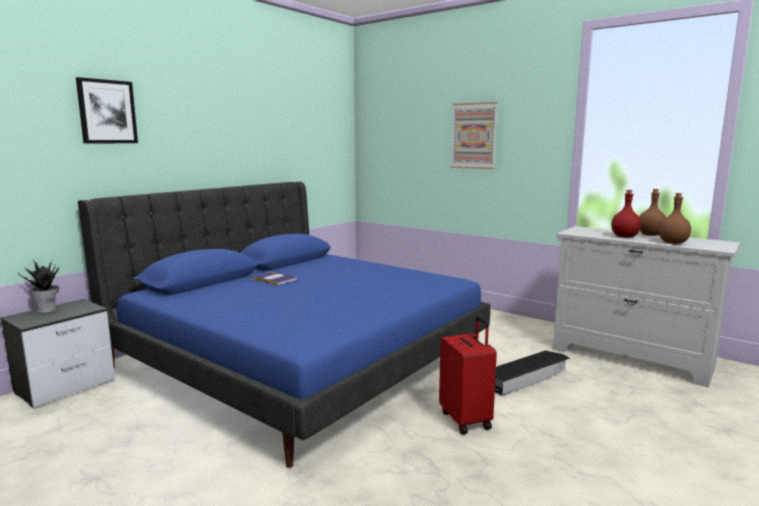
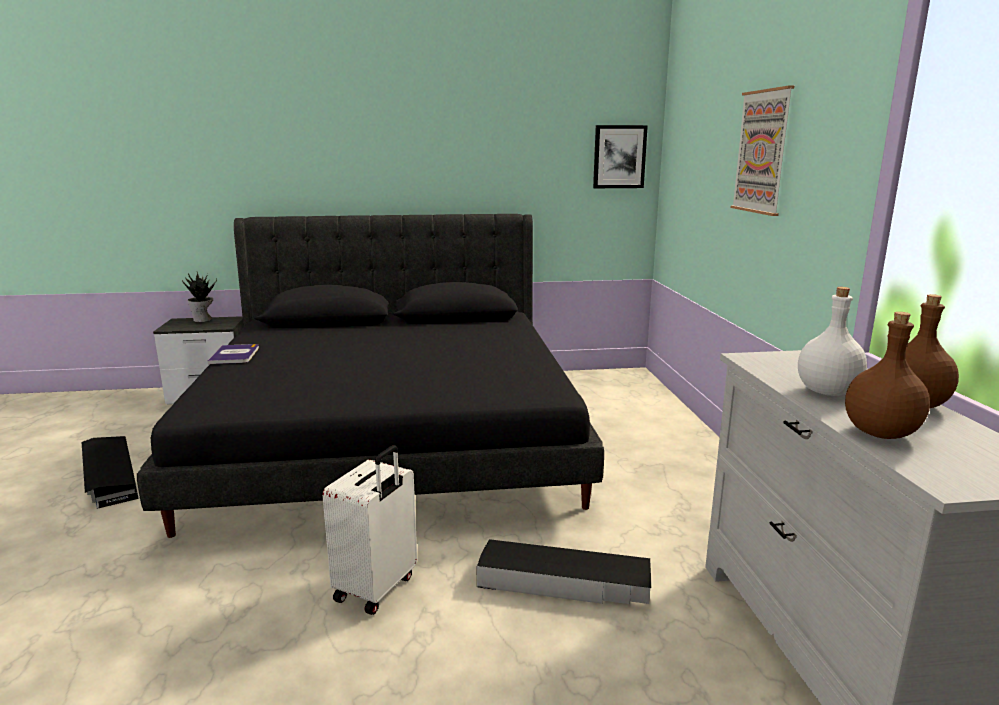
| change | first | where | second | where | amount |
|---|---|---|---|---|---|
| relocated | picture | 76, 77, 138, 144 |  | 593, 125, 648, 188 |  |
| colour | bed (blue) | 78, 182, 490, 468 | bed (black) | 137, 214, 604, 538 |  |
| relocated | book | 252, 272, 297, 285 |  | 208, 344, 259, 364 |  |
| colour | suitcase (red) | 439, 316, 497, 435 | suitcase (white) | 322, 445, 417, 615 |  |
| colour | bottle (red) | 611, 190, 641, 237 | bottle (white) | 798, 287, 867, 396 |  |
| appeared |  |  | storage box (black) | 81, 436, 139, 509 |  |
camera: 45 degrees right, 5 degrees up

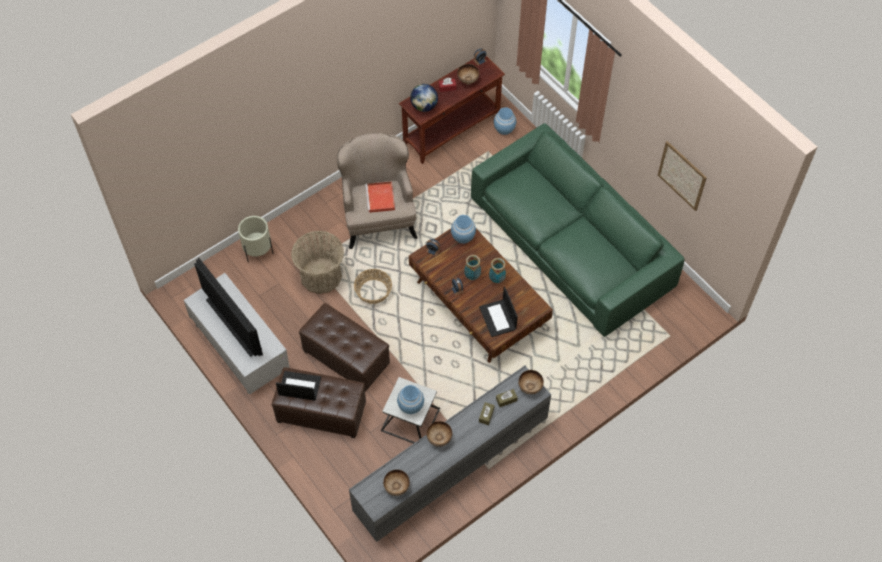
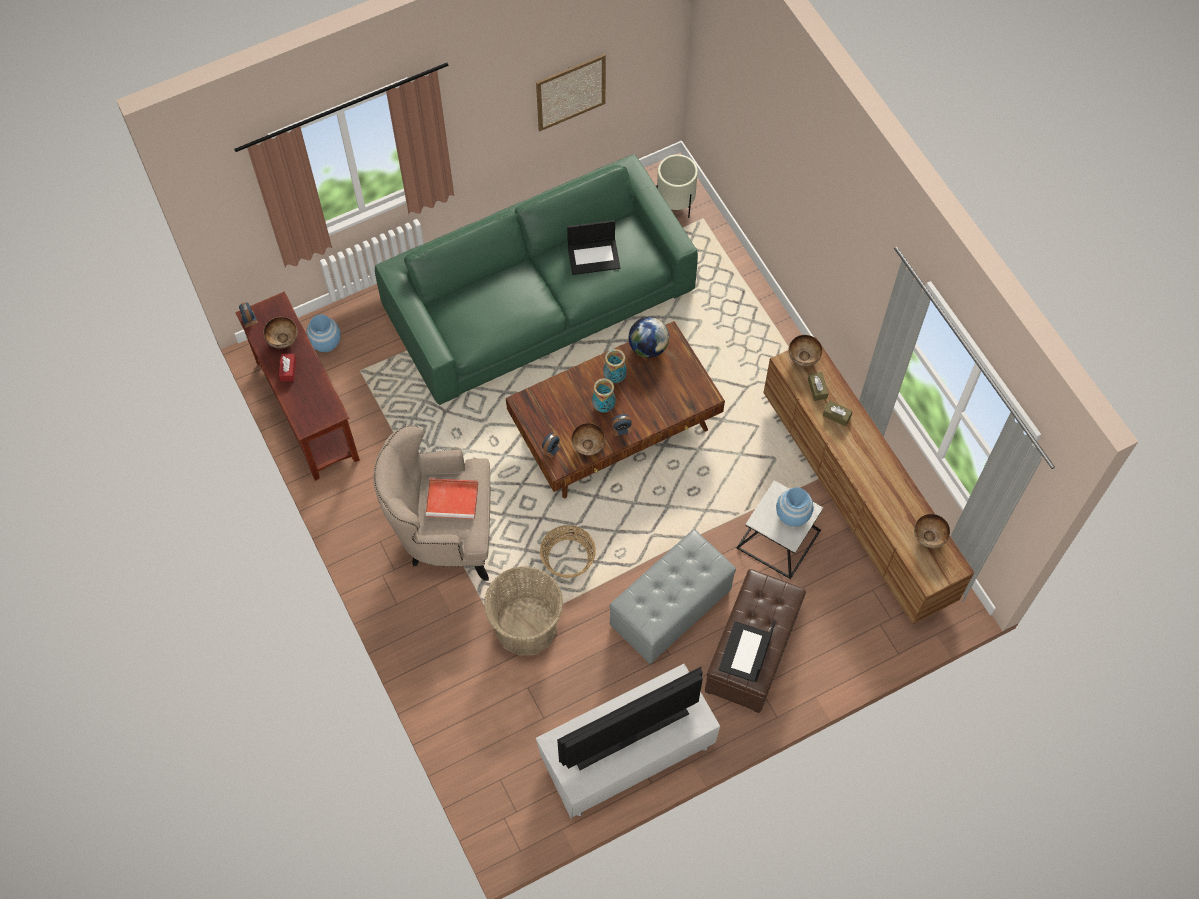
| change | first | where | second | where | amount |
|---|---|---|---|---|---|
| relocated | planter (beige) | 238, 216, 273, 262 |  | 656, 154, 698, 218 |  |
| colour | ottoman (brown) | 299, 303, 390, 392 | ottoman (grey) | 609, 529, 736, 665 |  |
| colour | cabinet (grey) | 349, 365, 551, 542 | cabinet (brown) | 764, 337, 975, 624 |  |
| relocated | globe | 410, 84, 438, 112 |  | 629, 317, 669, 358 |  |
| relocated | bowl | 426, 421, 452, 447 |  | 571, 423, 605, 455 |  |
| missing | vase (blue) | 451, 215, 476, 244 |  |  |  |
| relocated | laptop | 479, 287, 518, 337 |  | 567, 220, 620, 275 |  |
camera: 80 degrees left, 5 degrees up

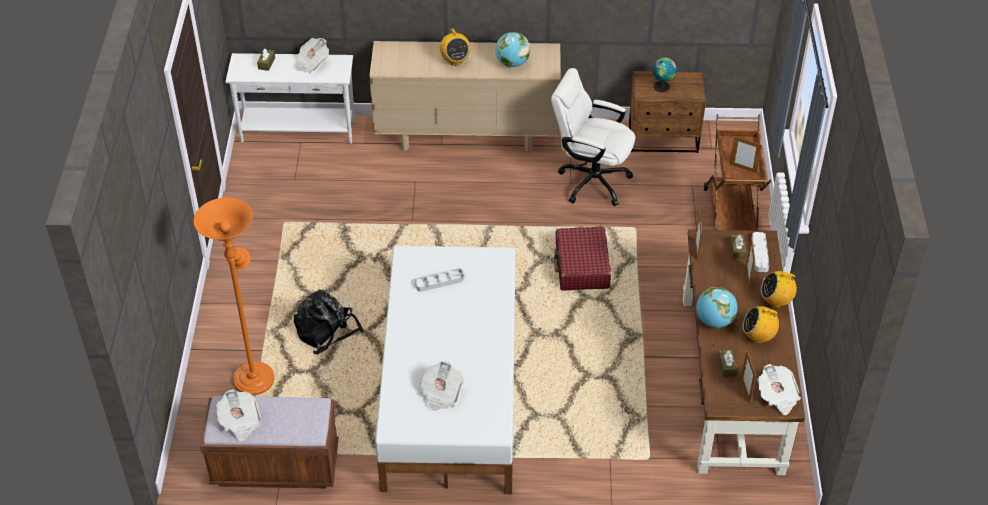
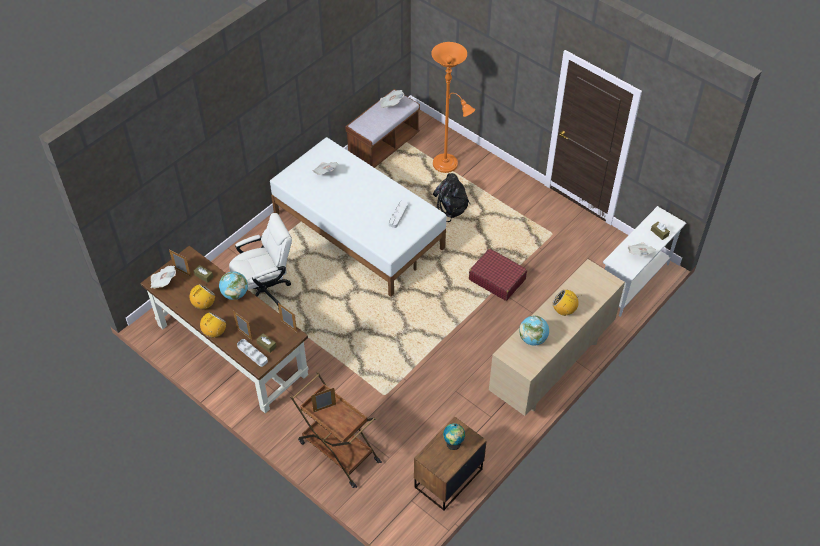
| change | first | where | second | where | amount |
|---|---|---|---|---|---|
| relocated | office chair (white) | 551, 68, 635, 206 |  | 229, 213, 292, 310 |  |
| relocated | suitcase (red) | 554, 227, 611, 291 |  | 469, 249, 527, 301 |  |
camera: 130 degrees right, 5 degrees up

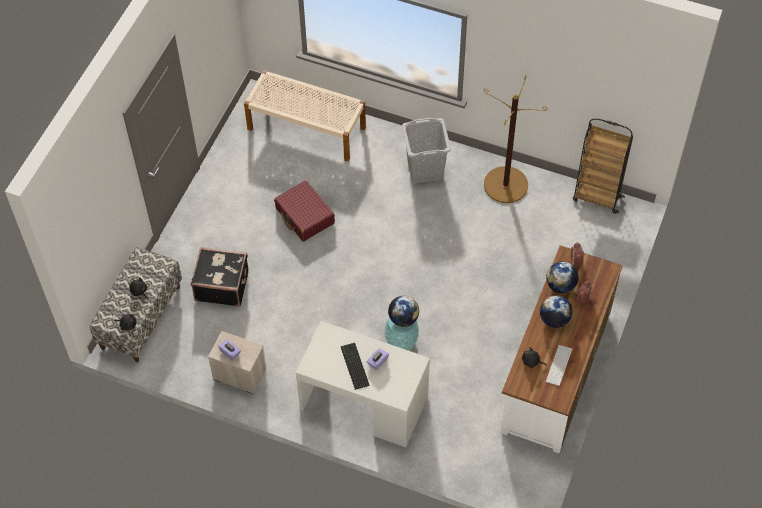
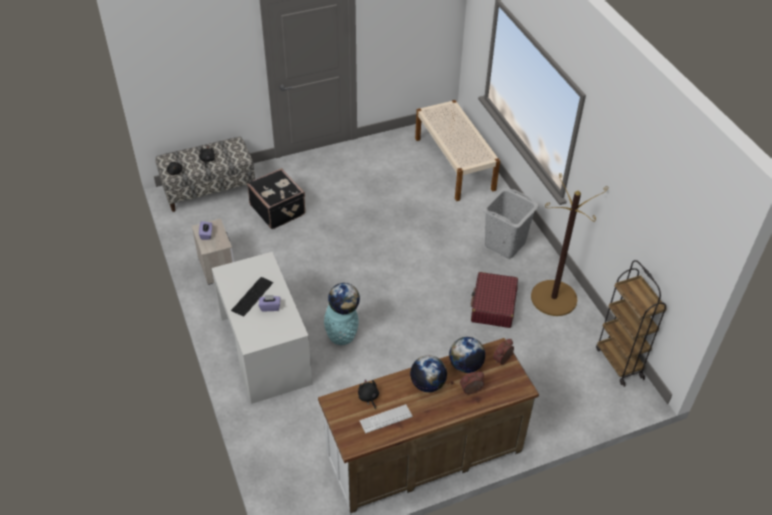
| change | first | where | second | where | amount |
|---|---|---|---|---|---|
| relocated | suitcase (red) | 274, 180, 335, 241 |  | 471, 272, 518, 328 |  |
camera: 45 degrees right, 10 degrees down

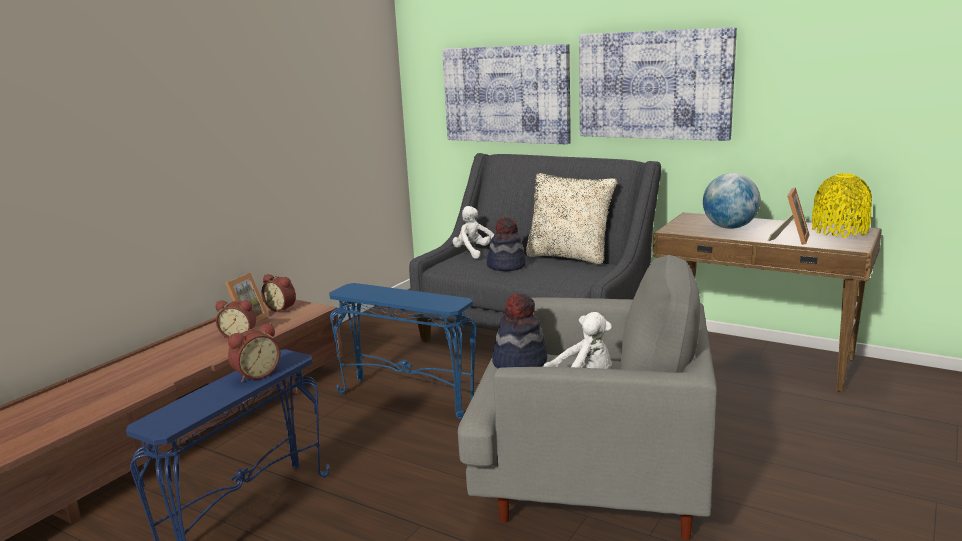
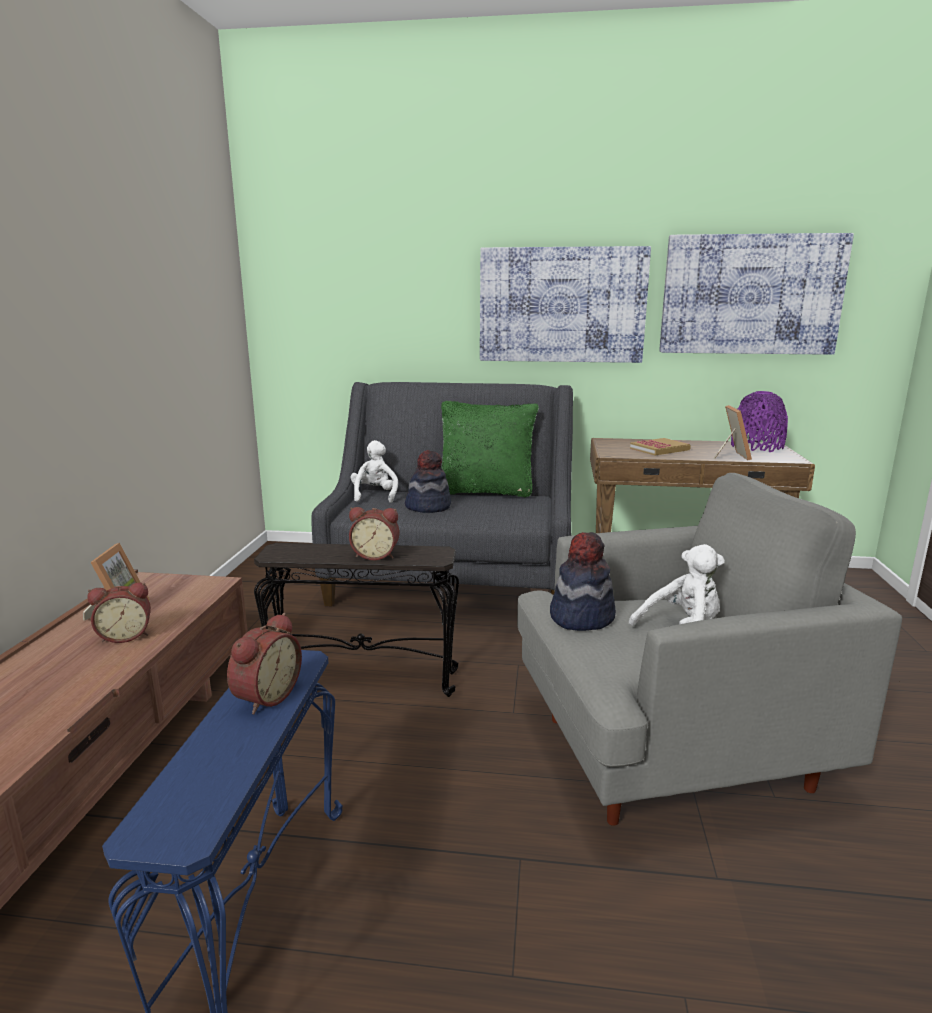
| change | first | where | second | where | amount |
|---|---|---|---|---|---|
| relocated | alarm clock | 262, 274, 296, 312 |  | 349, 507, 400, 560 |  |
| colour | side table (blue) | 329, 283, 476, 420 | side table (black) | 254, 543, 459, 697 |  |
| relocated | picture | 442, 44, 571, 144 |  | 659, 233, 854, 355 |  |
| spun | plush toy (white) | 452, 206, 495, 259 |  | 350, 440, 398, 503 | 60 degrees clockwise |
| colour | pillow (beige) | 526, 173, 617, 265 | pillow (green) | 441, 400, 539, 498 |  |
| exchanged | globe | 703, 173, 761, 229 | book | 630, 438, 691, 455 |  |
| colour | vase (yellow) | 812, 173, 872, 238 | vase (purple) | 731, 391, 788, 452 |  |
camera: 25 degrees left, 0 degrees up

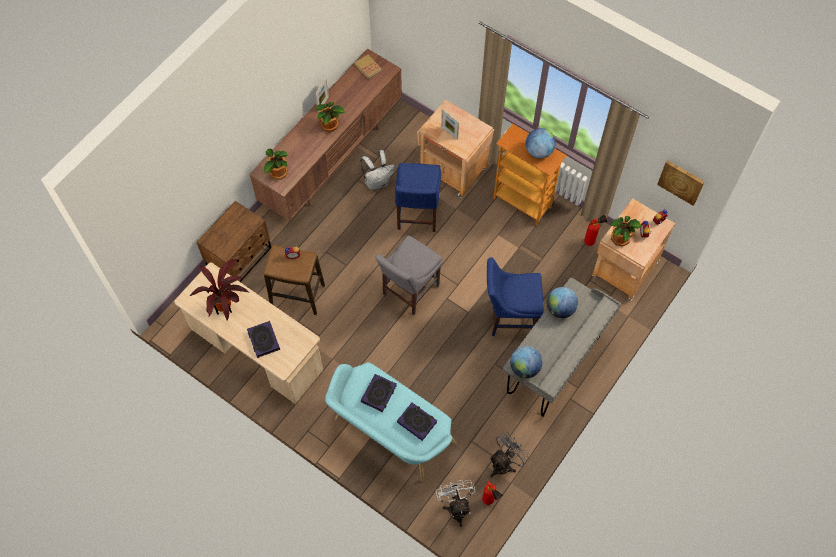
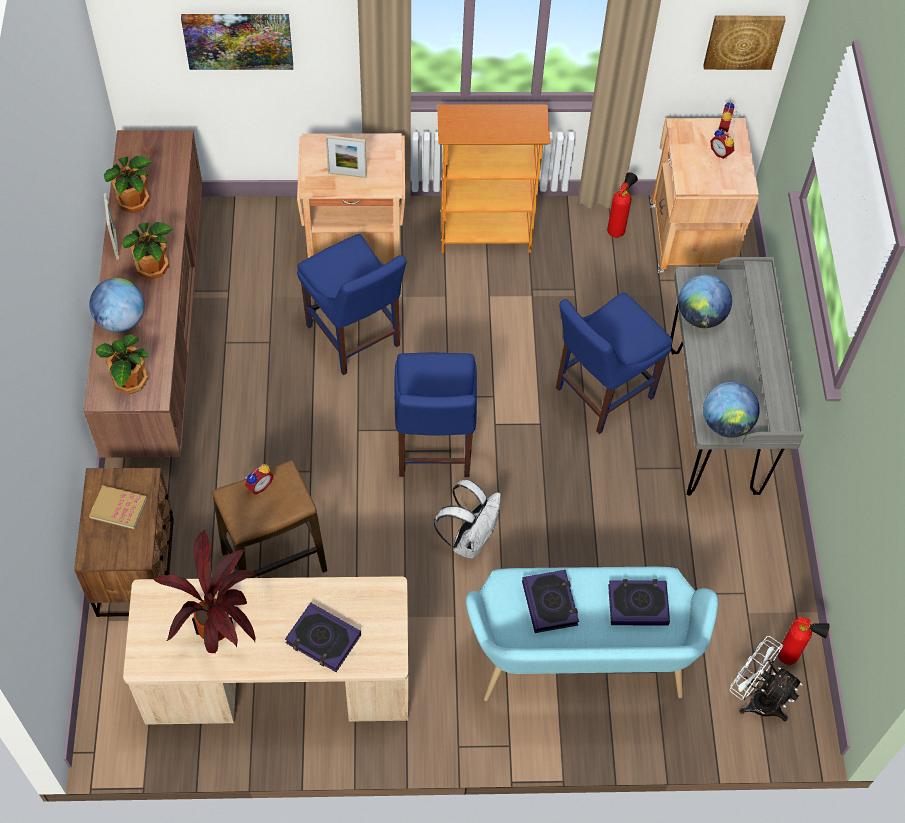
| change | first | where | second | where | amount |
|---|---|---|---|---|---|
| relocated | book | 354, 54, 382, 79 |  | 89, 485, 147, 530 |  |
| relocated | backpack (white) | 360, 150, 395, 190 |  | 434, 479, 501, 559 |  |
| colour | chair (grey) | 375, 235, 443, 315 | chair (blue) | 395, 353, 477, 477 |  |
| missing | fan (grey) | 489, 432, 529, 478 |  |  |  |
| relocated | globe | 525, 128, 556, 158 |  | 90, 278, 145, 332 |  |
| relocated | potted plant | 611, 216, 641, 246 |  | 104, 156, 151, 213 |  |
| appeared |  |  | picture | 181, 14, 293, 70 |  |
camera: 40 degrees left, 5 degrees down

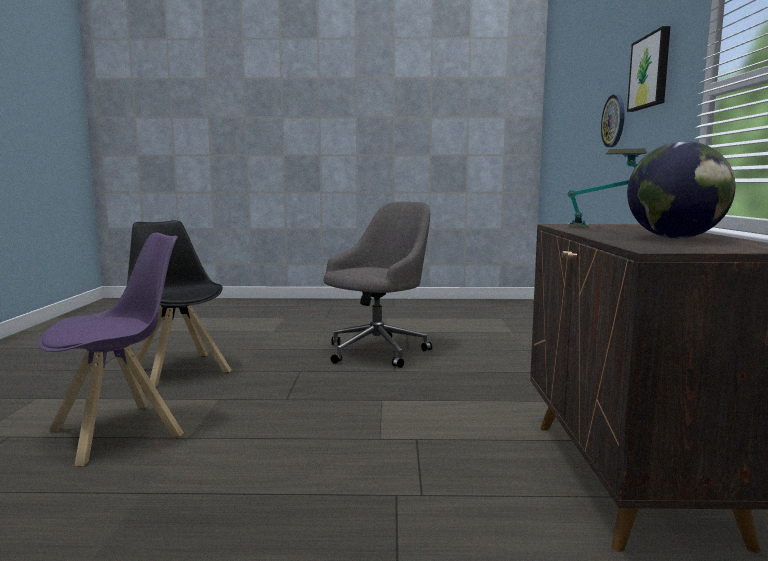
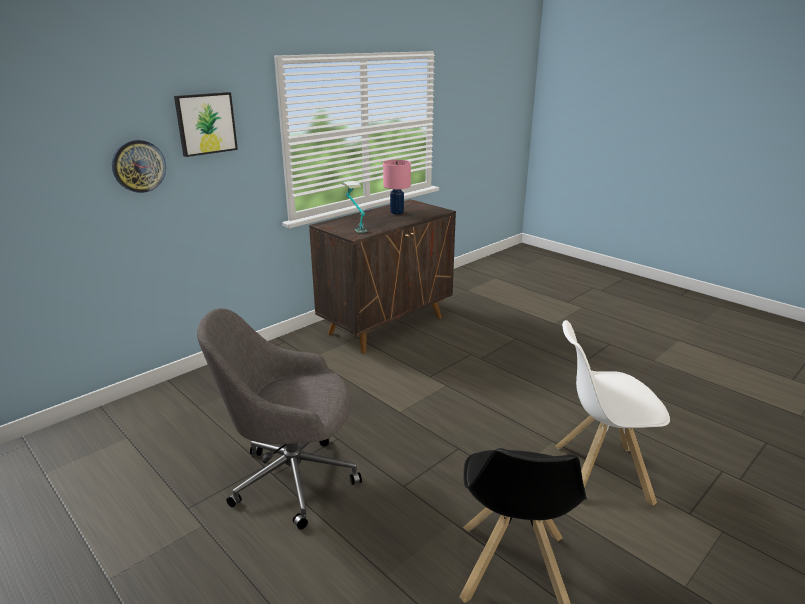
| change | first | where | second | where | amount |
|---|---|---|---|---|---|
| colour | chair (purple) | 38, 233, 184, 466 | chair (white) | 555, 320, 670, 506 |  |
| exchanged | globe | 627, 141, 736, 239 | table lamp (pink) | 383, 160, 411, 214 |  |
camera: 135 degrees left, 15 degrees up

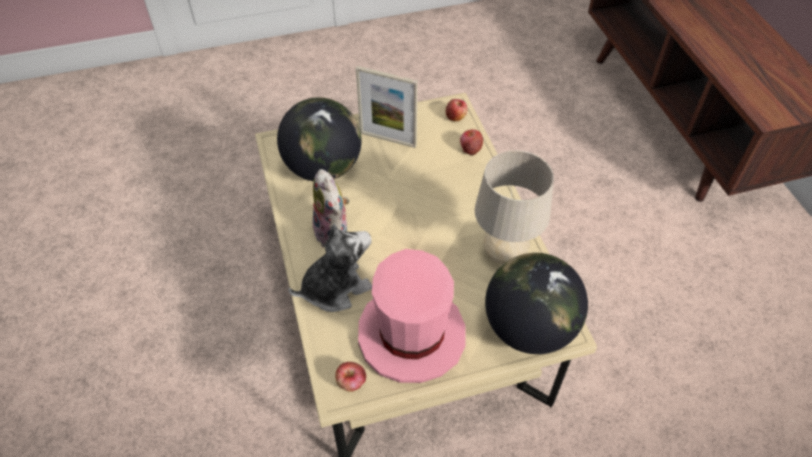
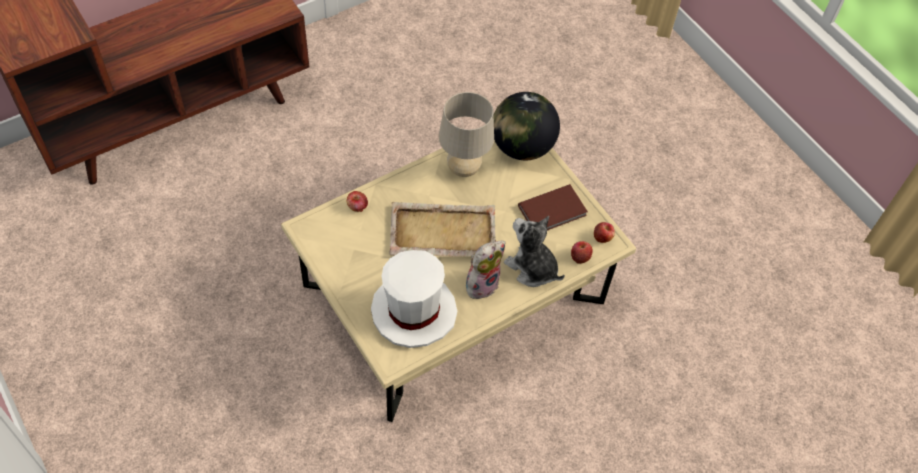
| change | first | where | second | where | amount |
|---|---|---|---|---|---|
| exchanged | globe | 277, 97, 362, 181 | hat (white) | 371, 250, 457, 348 |  |
| missing | picture frame | 356, 66, 418, 148 |  |  |  |
| exchanged | hat (pink) | 358, 249, 466, 383 | book (brown) | 518, 184, 588, 231 |  |
| relocated | apple | 446, 99, 468, 121 |  | 571, 241, 593, 264 |  |
| appeared |  |  | tray (beige) | 389, 202, 496, 257 |  |
camera: 110 degrees left, 5 degrees up

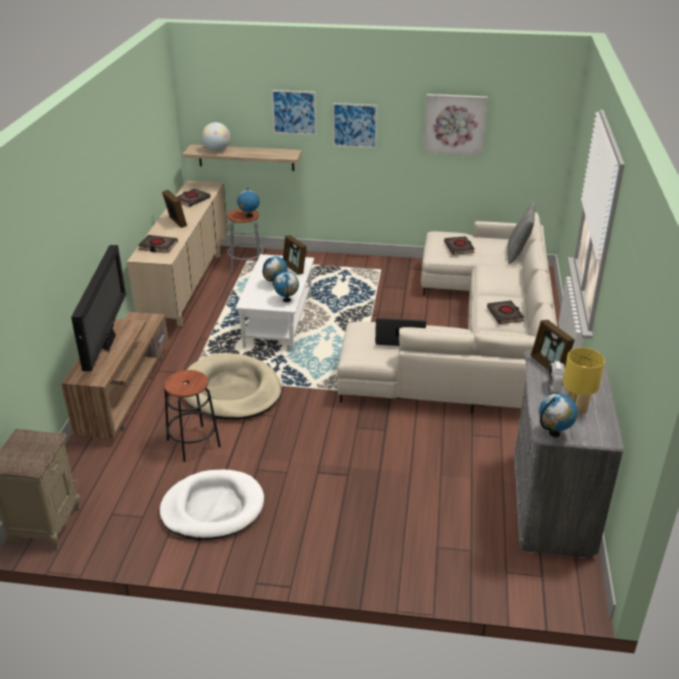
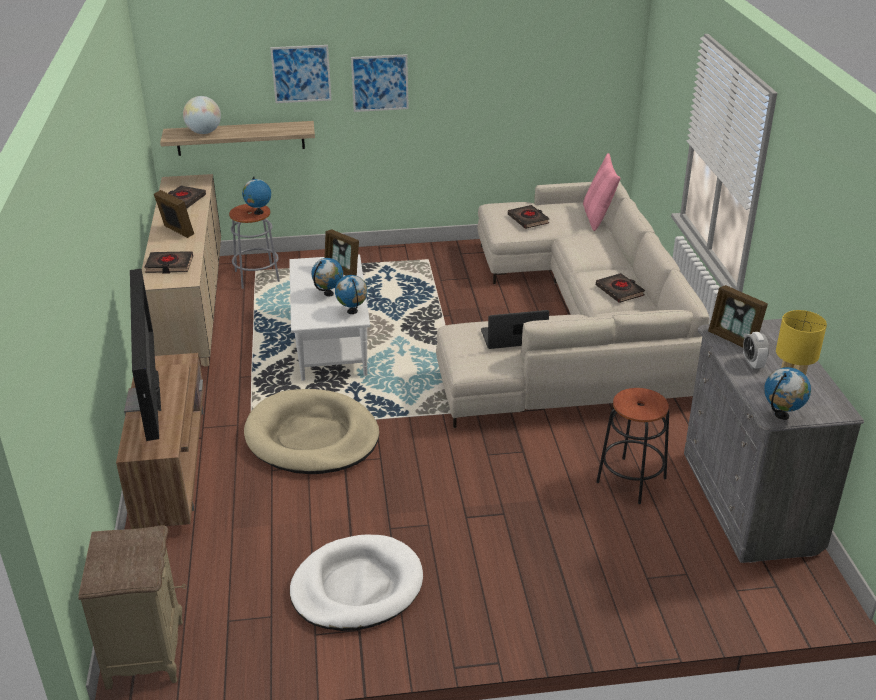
| change | first | where | second | where | amount |
|---|---|---|---|---|---|
| relocated | stool (black) | 164, 370, 221, 462 |  | 596, 388, 669, 504 |  |
| missing | picture | 423, 94, 488, 156 |  |  |  |
| colour | pillow (grey) | 507, 202, 535, 264 | pillow (pink) | 583, 153, 621, 231 |  |
camera: 15 degrees left, 0 degrees up

